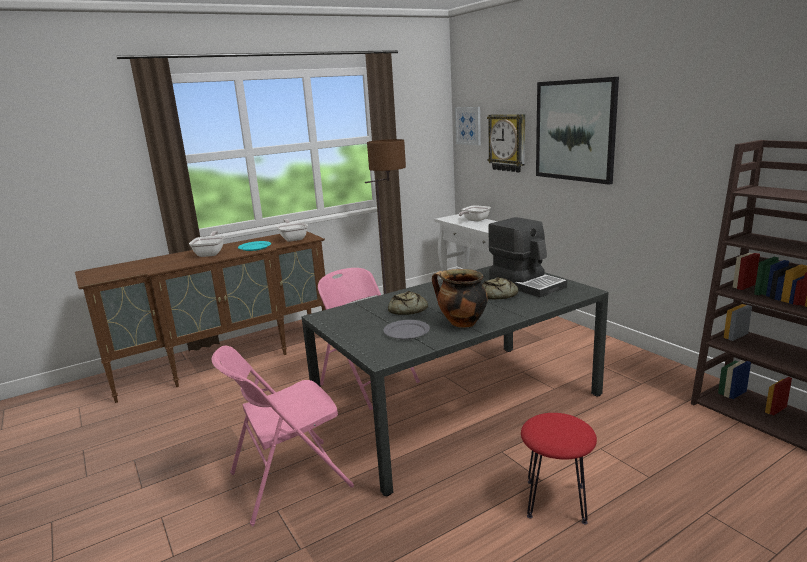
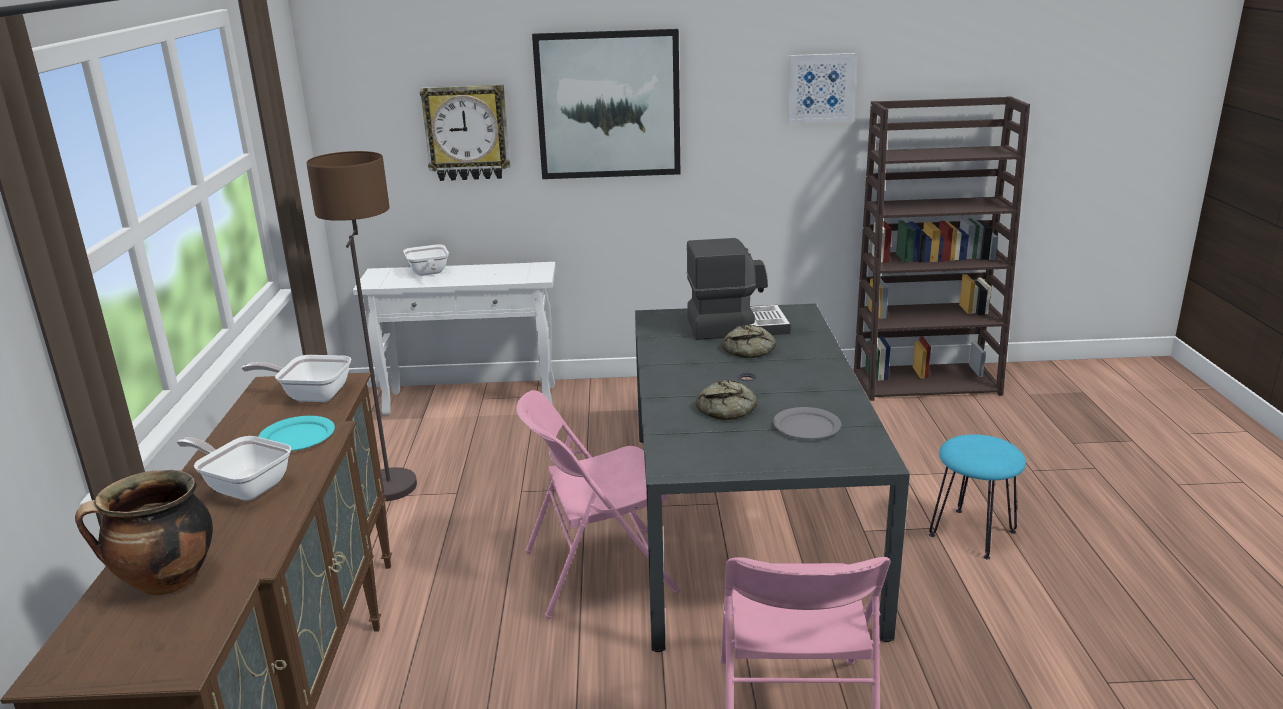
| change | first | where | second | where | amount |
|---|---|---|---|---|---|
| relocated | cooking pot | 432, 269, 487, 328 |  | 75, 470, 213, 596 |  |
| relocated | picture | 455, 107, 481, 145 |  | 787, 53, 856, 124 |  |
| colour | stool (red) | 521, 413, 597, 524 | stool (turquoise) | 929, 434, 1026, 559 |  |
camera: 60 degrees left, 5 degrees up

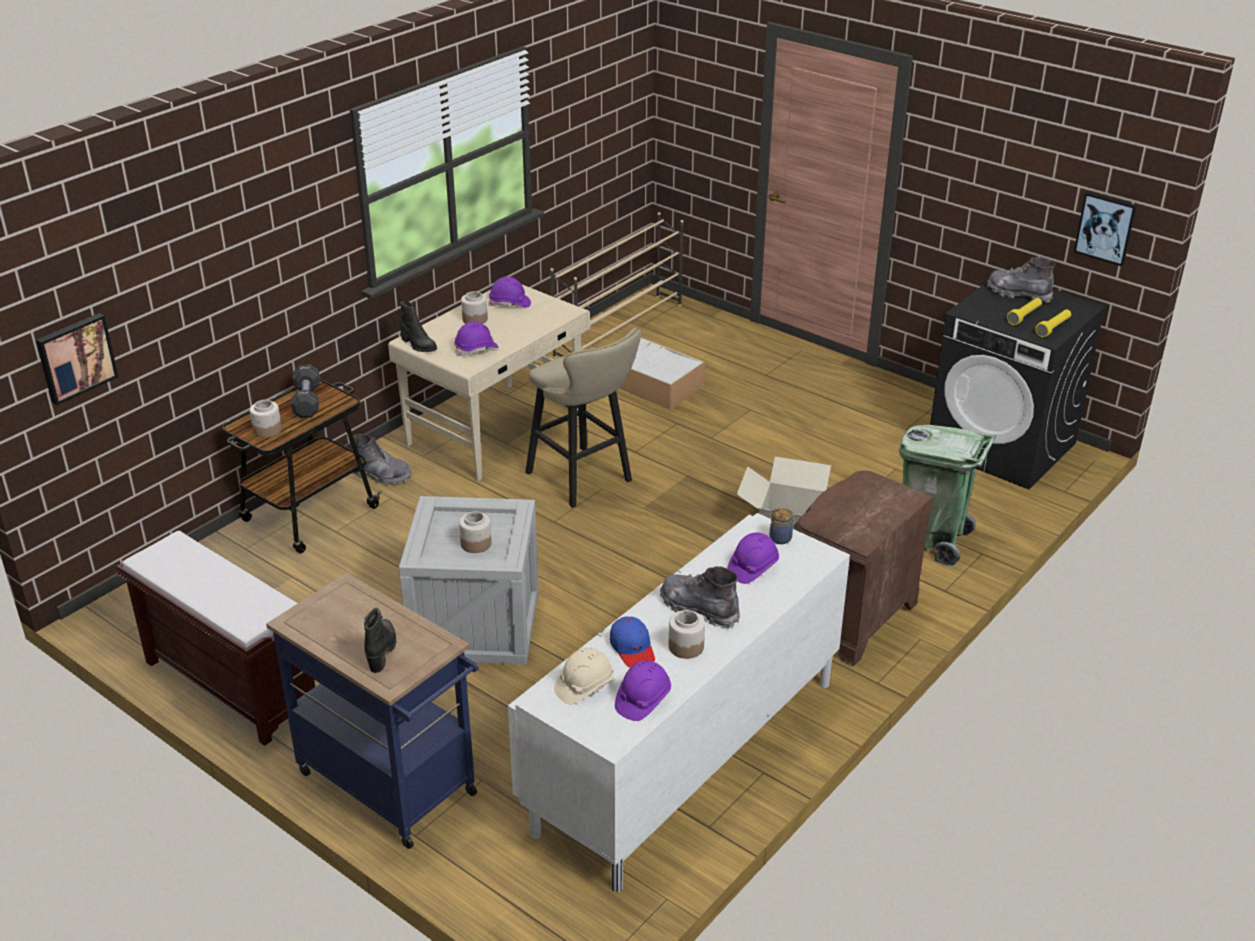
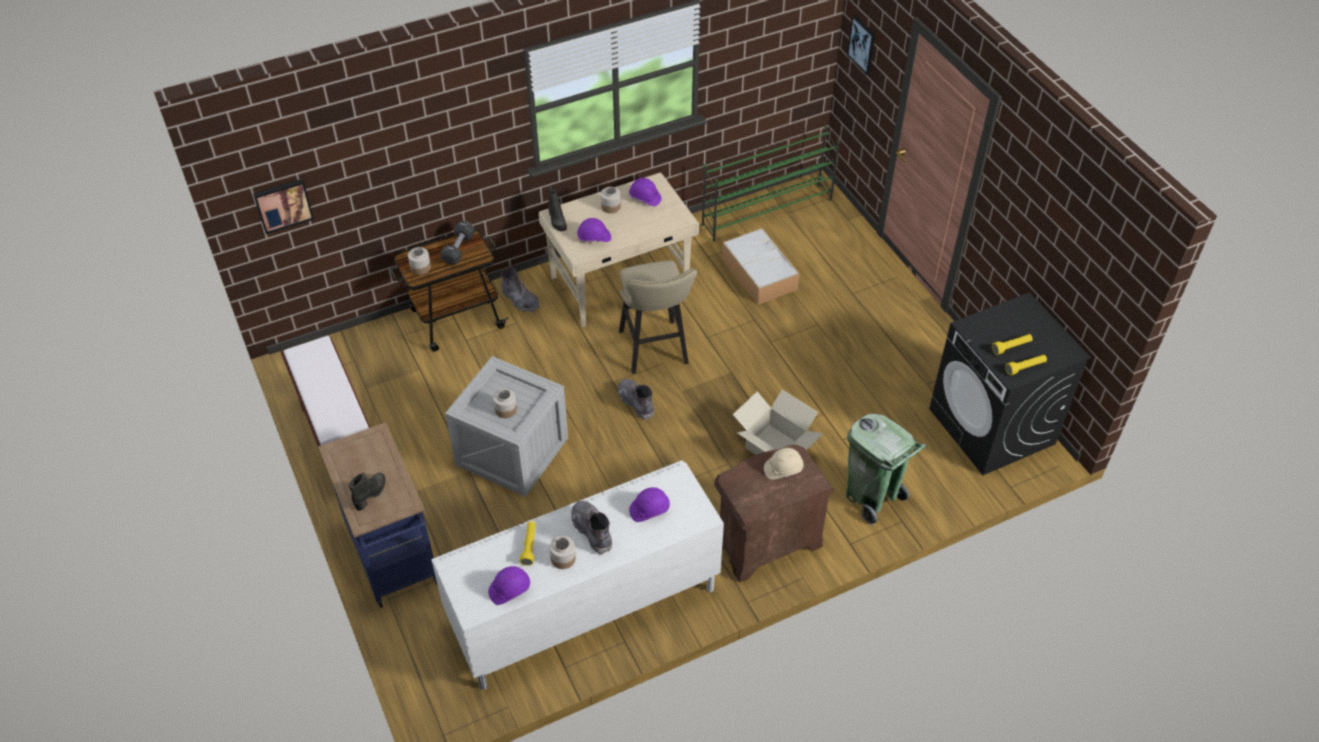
| change | first | where | second | where | amount |
|---|---|---|---|---|---|
| colour | shoe rack (beige) | 550, 212, 683, 358 | shoe rack (green) | 702, 125, 840, 241 |  |
| relocated | hard hat (beige) | 554, 647, 614, 704 |  | 764, 448, 804, 480 |  |
| exchanged | cap (blue) | 610, 616, 655, 668 | flashlight (yellow) | 519, 521, 536, 566 |  |
| missing | jar | 770, 508, 795, 544 |  |  |  |
| relocated | boot (grey) | 987, 257, 1055, 303 |  | 618, 379, 654, 420 |  |
| relocated | picture | 1074, 192, 1137, 266 |  | 847, 15, 875, 75 |  |
camera: 25 degrees right, 15 degrees up

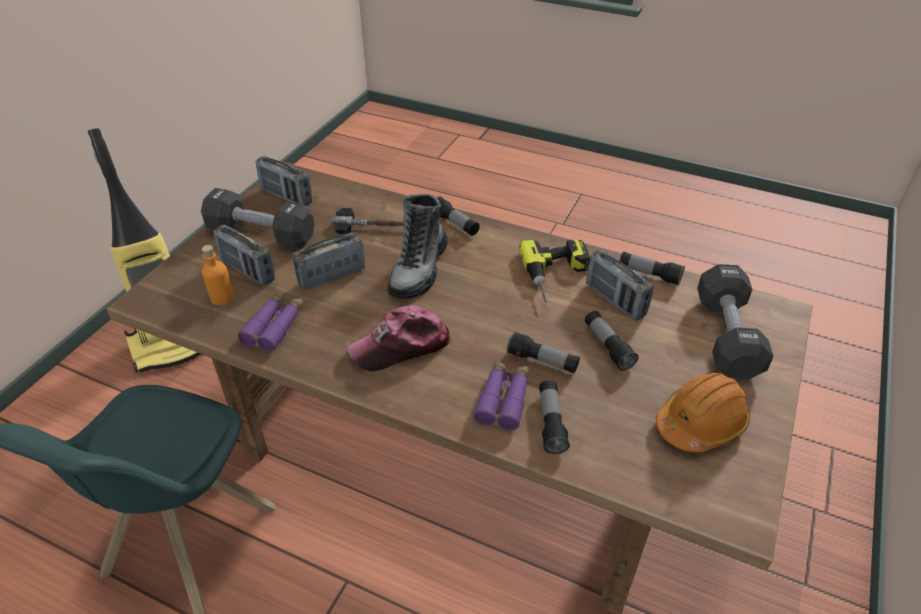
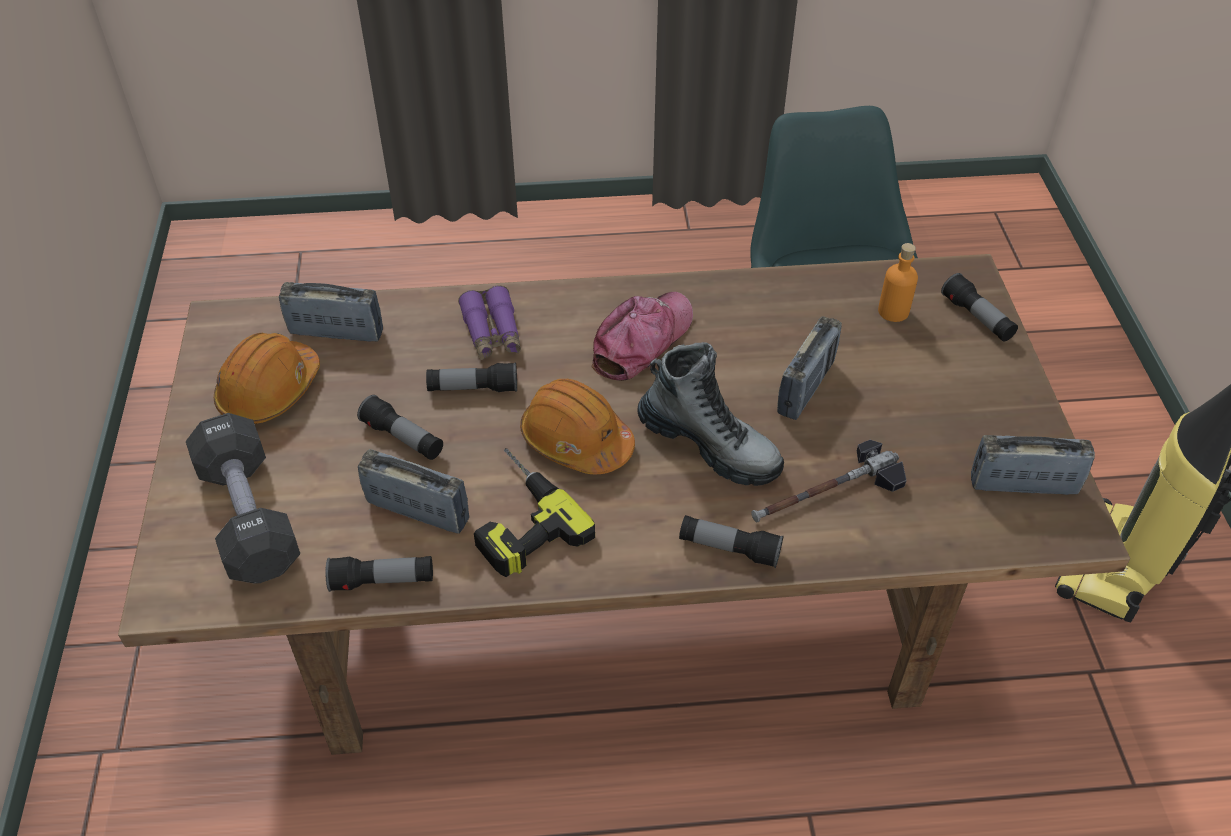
| change | first | where | second | where | amount |
|---|---|---|---|---|---|
| missing | dumbbell (black) | 201, 188, 315, 248 |  |  |  |
| relocated | radio | 213, 225, 275, 286 |  | 279, 282, 383, 342 |  |
| missing | binoculars (purple) | 238, 293, 304, 352 |  |  |  |
| spun | boot | 387, 193, 448, 299 |  | 638, 342, 784, 486 | 135 degrees clockwise |
| relocated | flashlight | 539, 380, 570, 454 |  | 941, 273, 1018, 342 |  |
| appeared |  |  | hard hat (orange) | 520, 379, 635, 474 |  |
camera: 150 degrees right, 5 degrees up

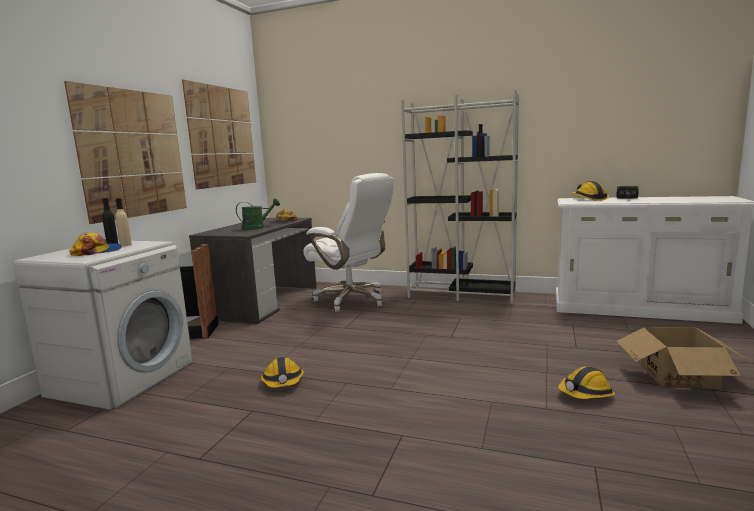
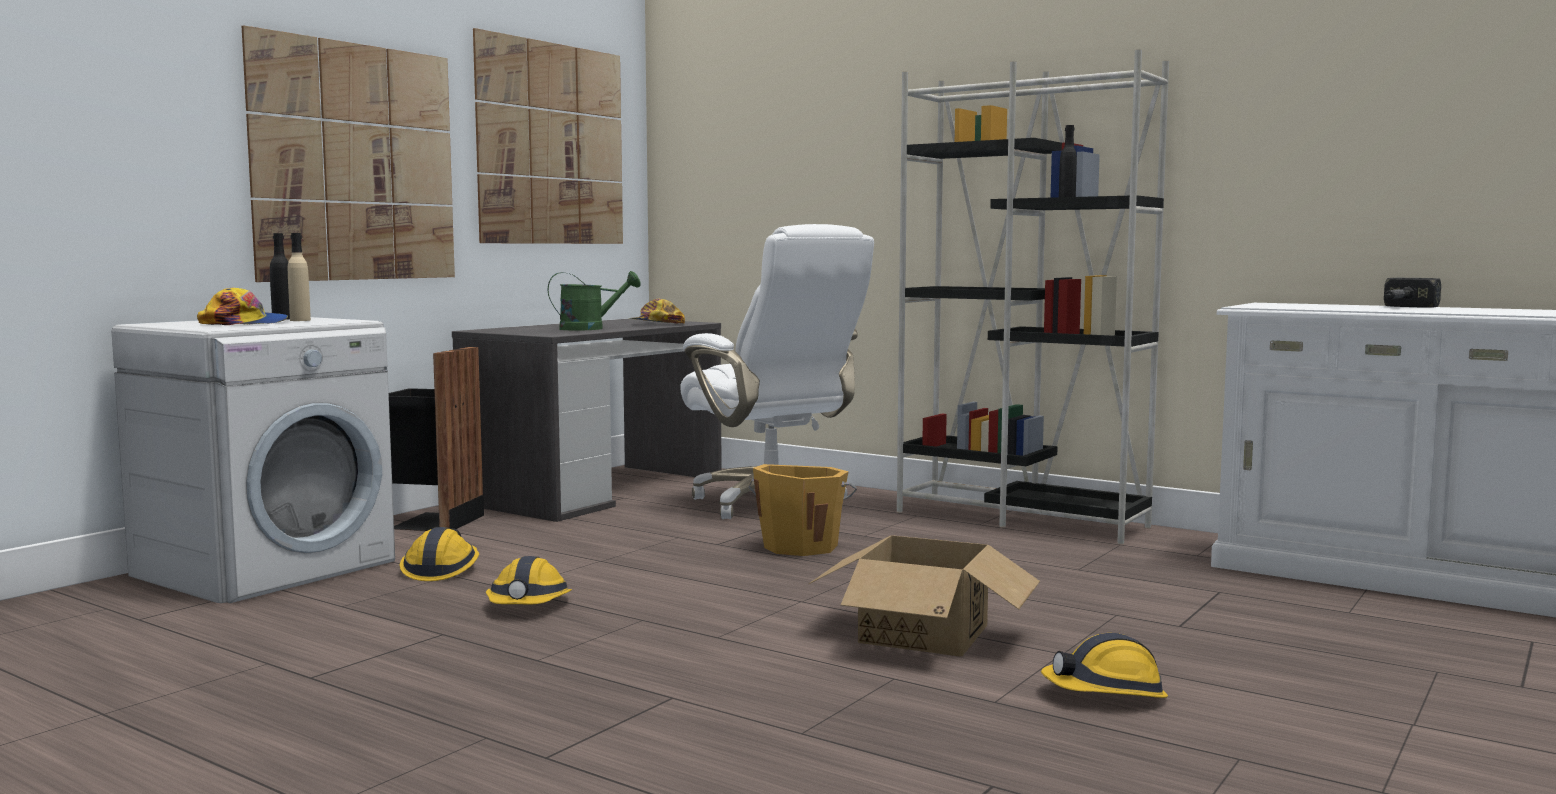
| change | first | where | second | where | amount |
|---|---|---|---|---|---|
| relocated | hard hat | 572, 181, 609, 201 |  | 399, 527, 479, 581 |  |
| relocated | cardboard box | 616, 327, 754, 389 |  | 809, 535, 1040, 657 |  |
| appeared |  |  | bucket (orange) | 748, 464, 857, 556 |  |
camera: 15 degrees right, 5 degrees down

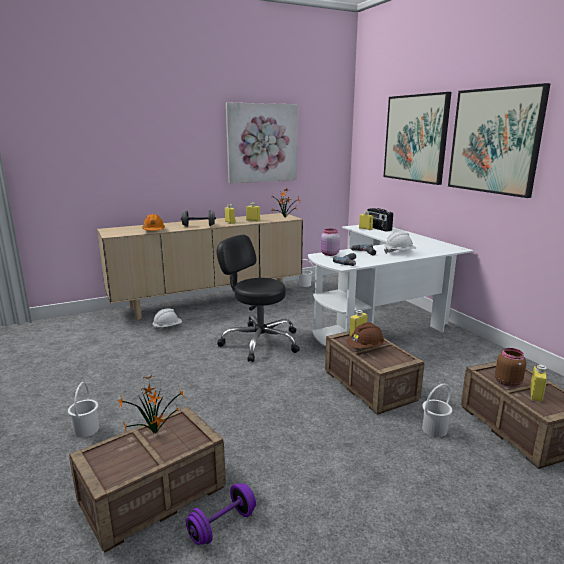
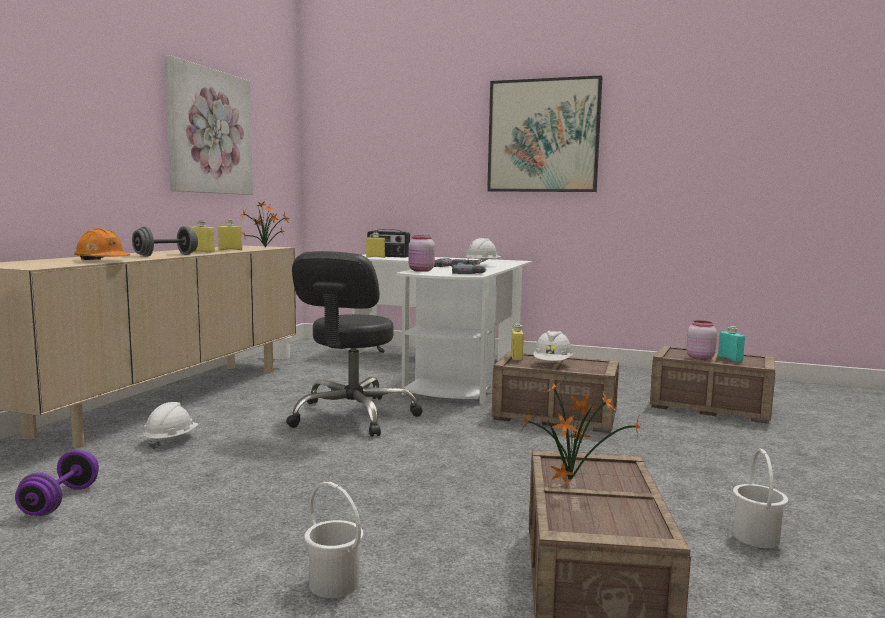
| change | first | where | second | where | amount |
|---|---|---|---|---|---|
| relocated | dumbbell (purple) | 186, 484, 256, 545 |  | 15, 450, 99, 516 |  |
| spun | office chair (black) | 216, 235, 300, 362 |  | 286, 251, 423, 437 | 60 degrees counterclockwise |
| colour | hard hat (brown) | 347, 322, 384, 349 | hard hat (white) | 533, 331, 573, 361 |  |
| missing | picture | 383, 92, 451, 185 |  |  |  |
| relocated | bucket (white) | 422, 384, 452, 437 |  | 733, 449, 788, 548 |  |
| colour | jar (brown) | 495, 348, 526, 387 | jar (pink) | 686, 320, 717, 360 |  |
| colour | bottle (yellow) | 530, 365, 547, 402 | bottle (turquoise) | 718, 326, 745, 362 |  |
camera: 45 degrees left, 10 degrees down

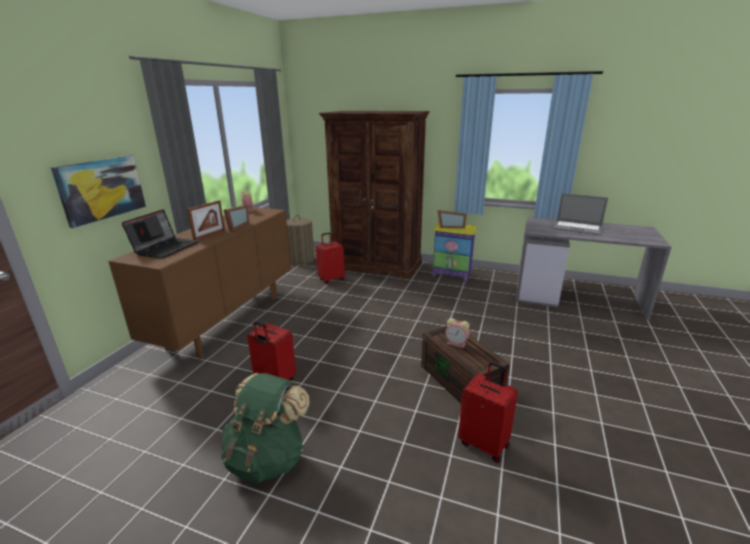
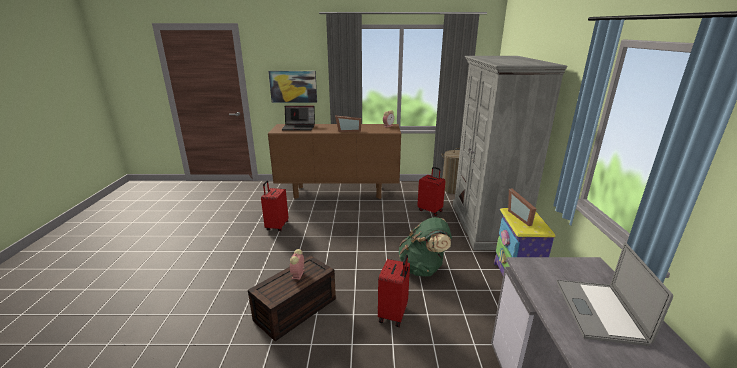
| change | first | where | second | where | amount |
|---|---|---|---|---|---|
| missing | picture frame | 187, 200, 225, 240 |  |  |  |
| relocated | backpack (green) | 221, 373, 310, 483 |  | 399, 217, 452, 276 |  |
| colour | wardrobe (brown) | 319, 111, 430, 279 | wardrobe (grey) | 453, 56, 567, 250 |  |
| relocated | suitcase (red) | 458, 362, 518, 463 |  | 378, 255, 410, 327 |  |
camera: 70 degrees right, 0 degrees up

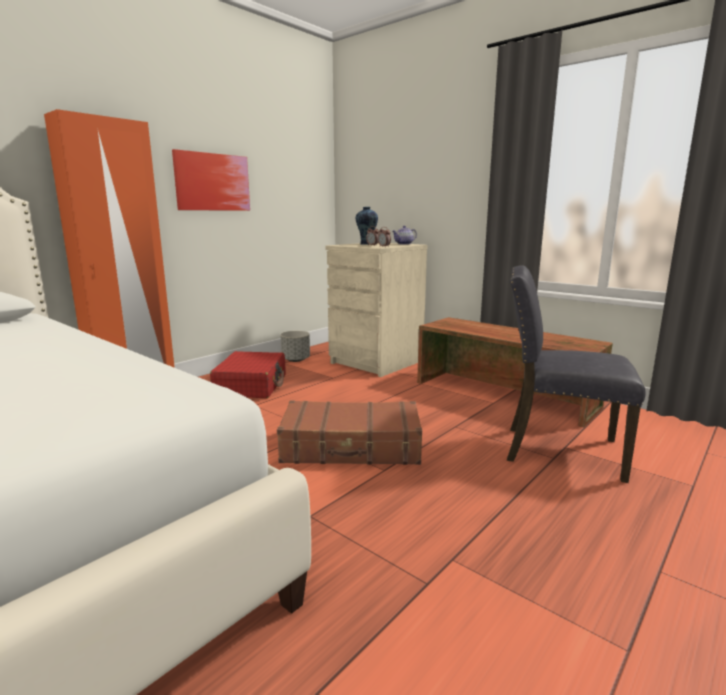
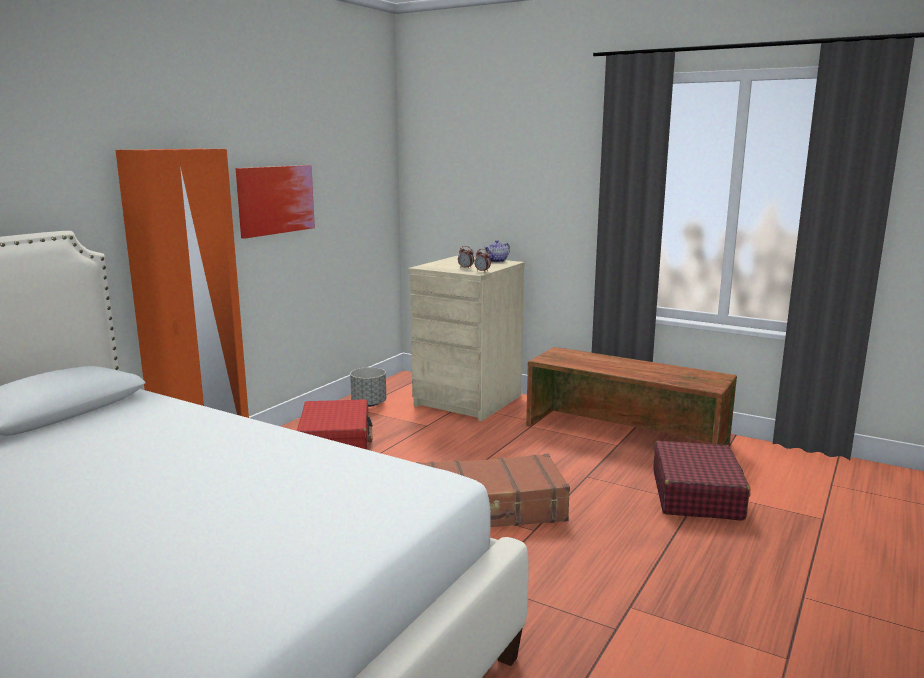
| change | first | where | second | where | amount |
|---|---|---|---|---|---|
| missing | vase | 356, 207, 378, 245 |  |  |  |
| exchanged | chair (grey) | 507, 265, 645, 483 | suitcase (red) | 653, 441, 750, 521 |  |
camera: 10 degrees left, 0 degrees up

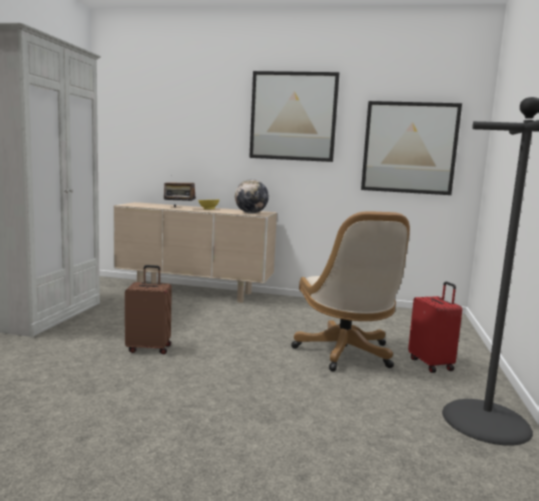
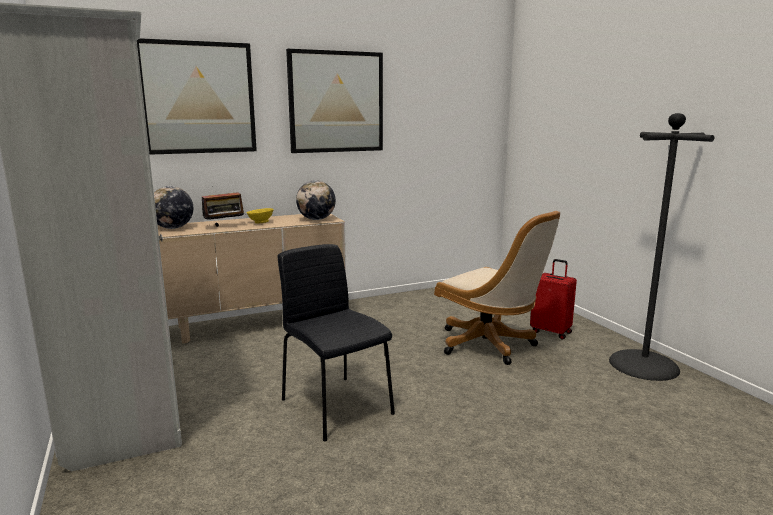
| change | first | where | second | where | amount |
|---|---|---|---|---|---|
| exchanged | suitcase (brown) | 125, 265, 172, 354 | chair (black) | 278, 244, 395, 441 |  |
| relocated | picture | 361, 101, 462, 195 |  | 137, 38, 257, 155 |  |
| appeared |  |  | globe | 154, 186, 193, 229 |  |
camera: 35 degrees left, 5 degrees up

